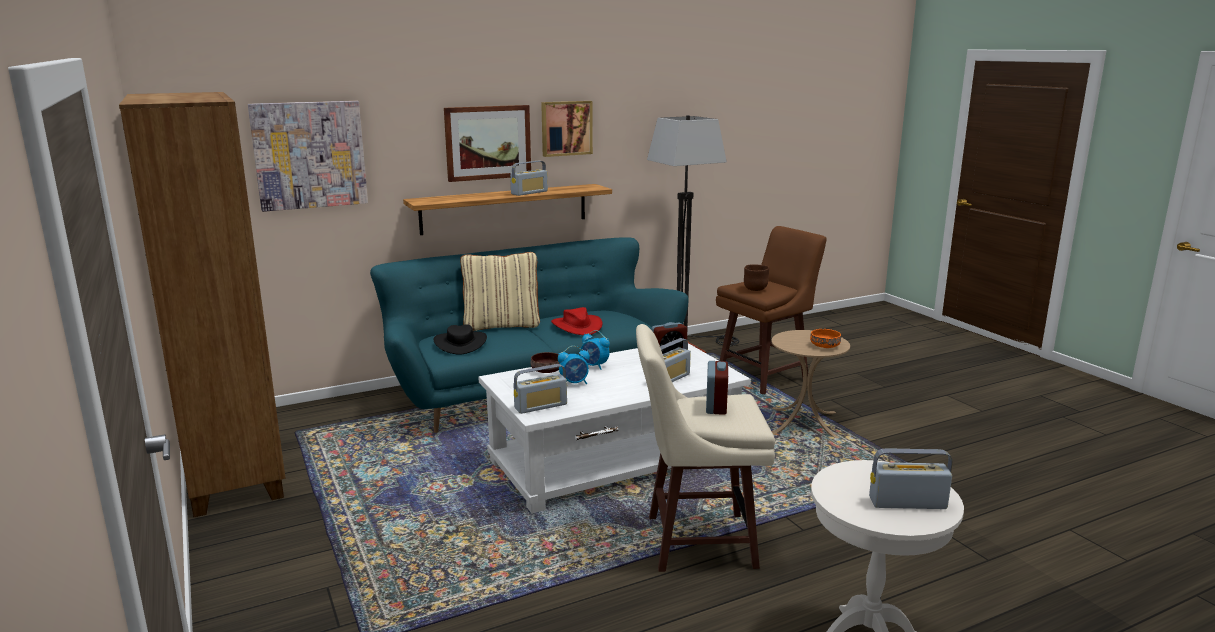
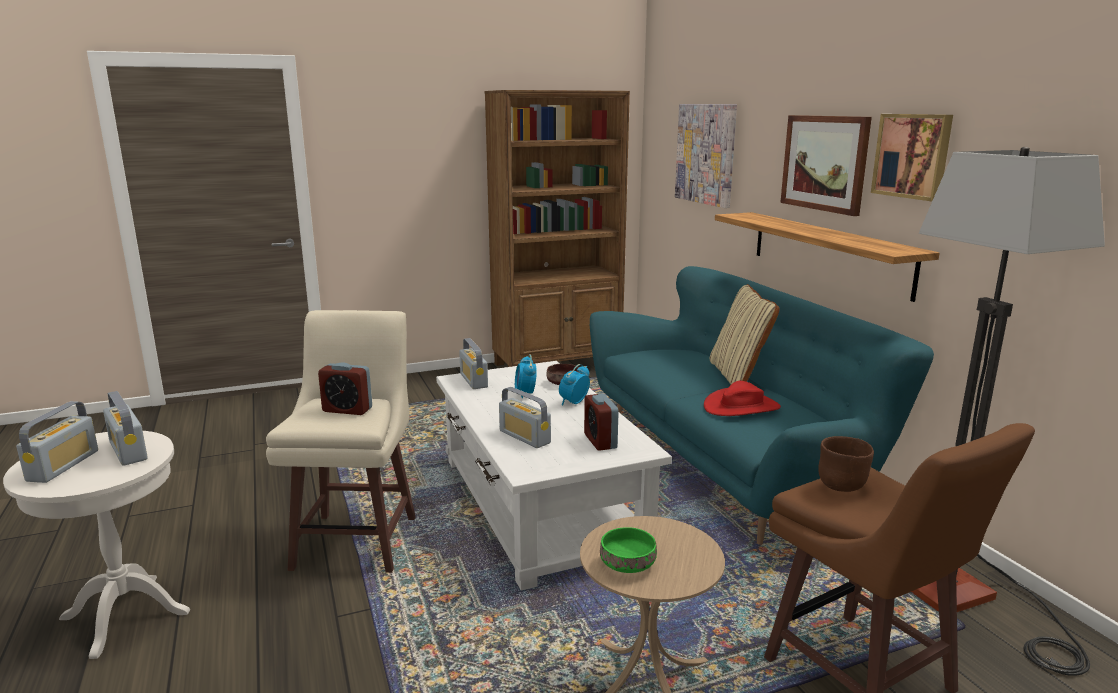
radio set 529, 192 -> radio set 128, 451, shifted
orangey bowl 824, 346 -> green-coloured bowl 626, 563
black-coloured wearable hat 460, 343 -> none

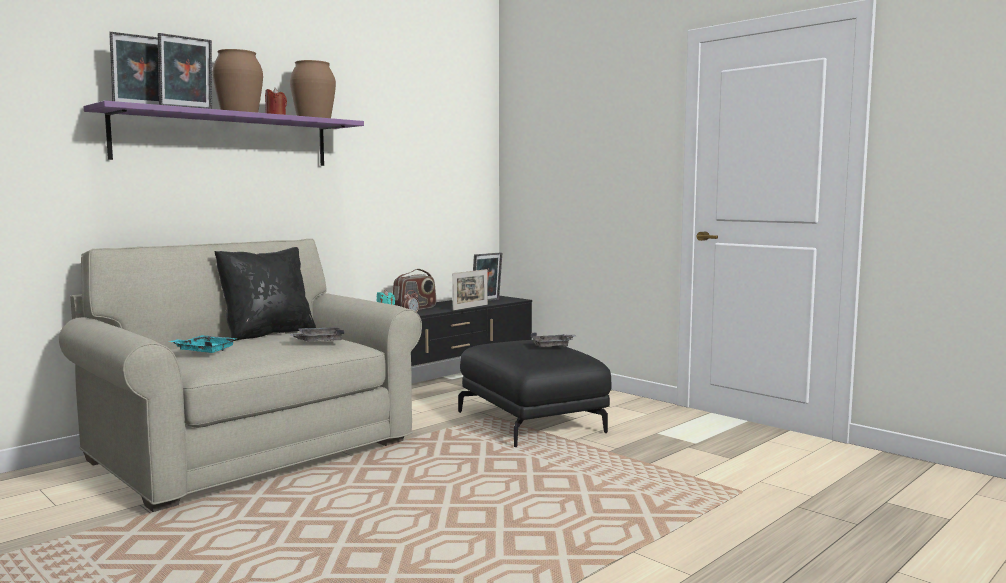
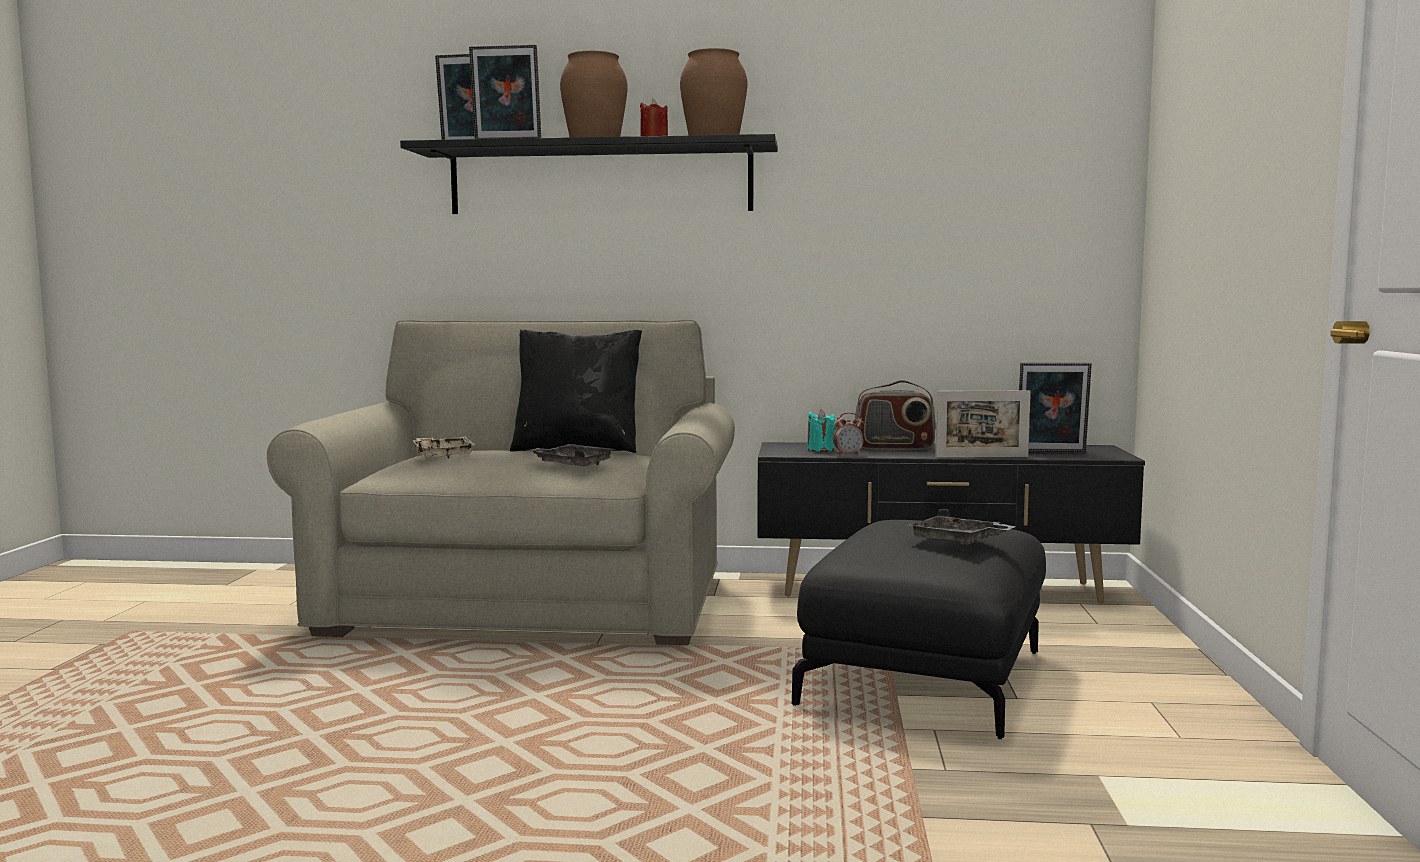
purple wall shelf 225, 139 -> black-coloured wall shelf 600, 180
turquoise-coloured serving tray 204, 351 -> sand-coloured serving tray 442, 456

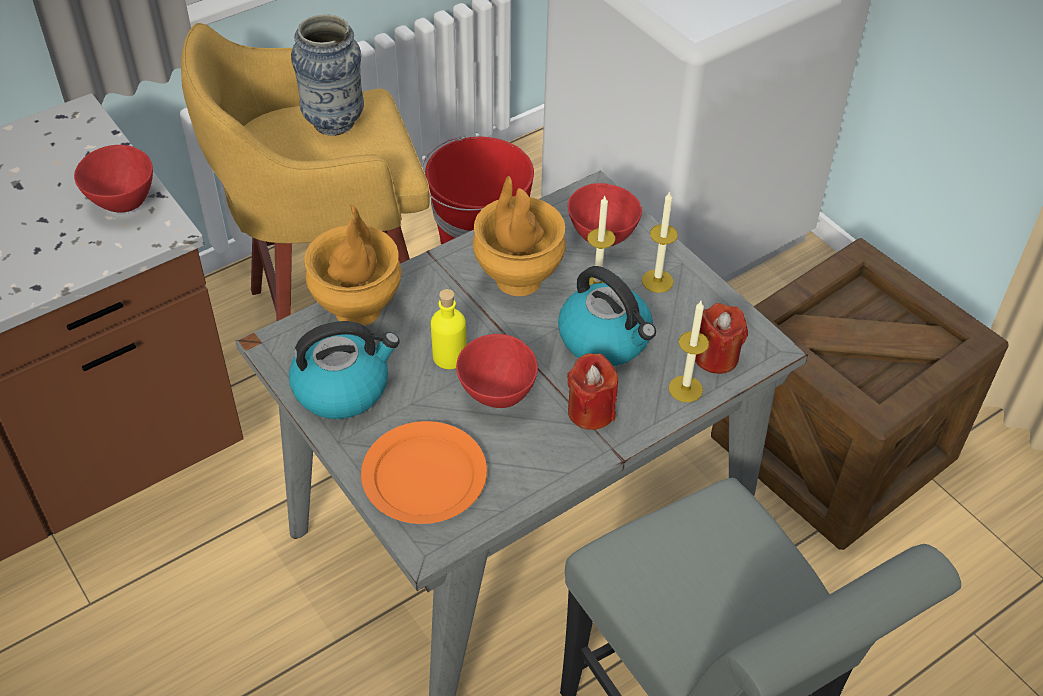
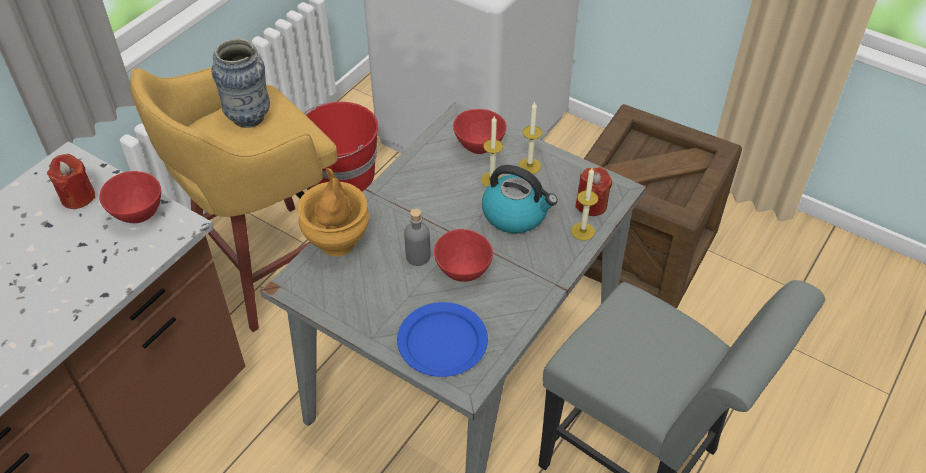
reddish wax light 591, 411 -> reddish wax light 78, 197, shifted
orangey flat dish 425, 475 -> blue flat dish 442, 341
yellow-coloured beverage bottle 449, 356 -> grey beverage bottle 418, 256
water kettle 343, 388 -> none
brownish vase 517, 279 -> none

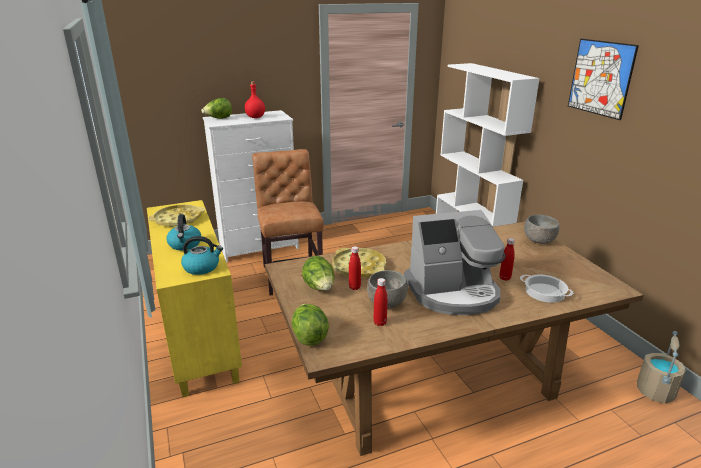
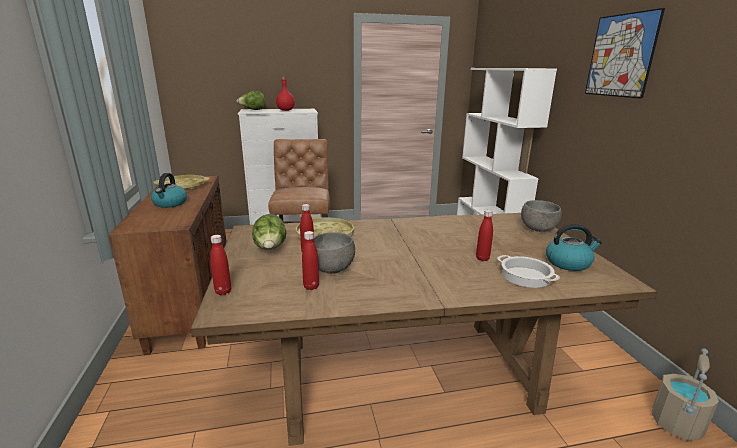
yellow-coloured cabinet 198, 336 -> brownish cabinet 191, 301
head of lettuce 309, 336 -> reddish beverage bottle 223, 291
water kettle 202, 267 -> water kettle 568, 263, shifted
coffee machine 453, 292 -> none

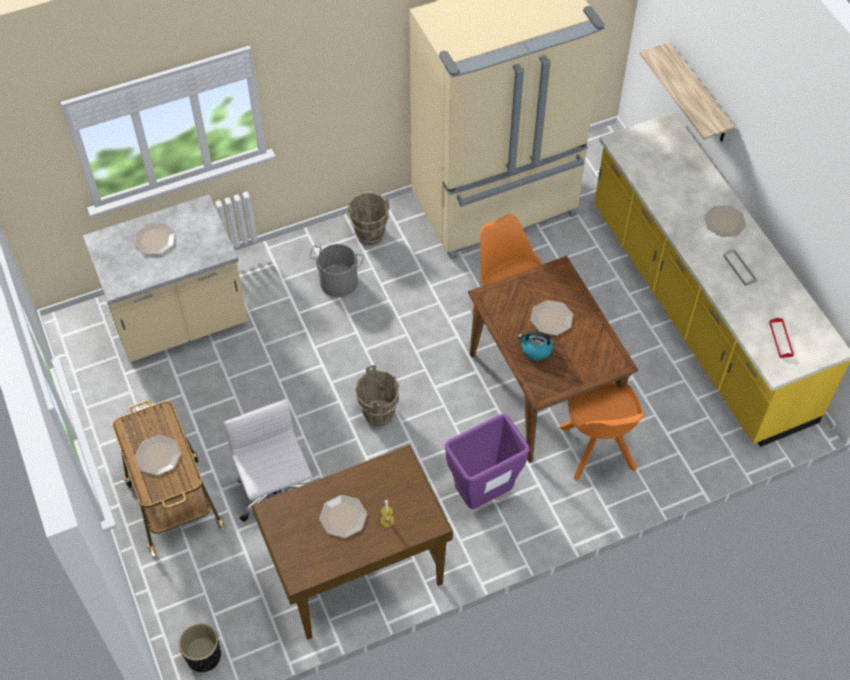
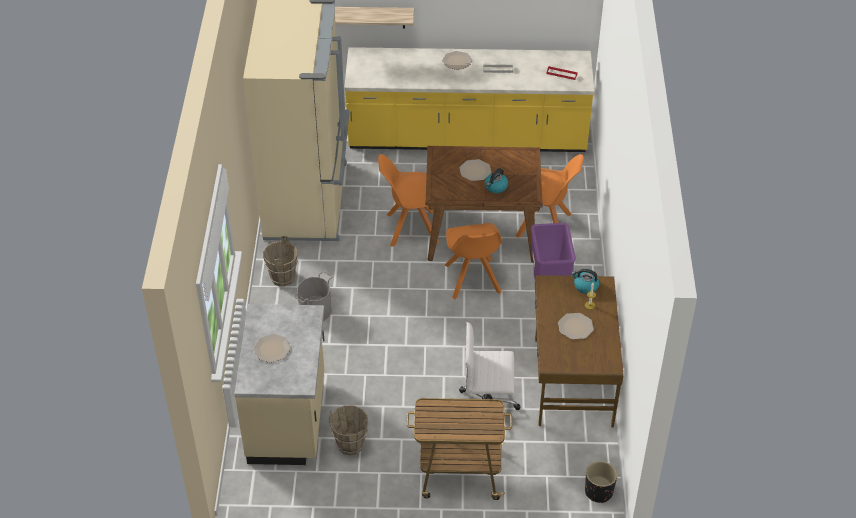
brownish bucket 379, 413 -> brownish bucket 350, 444, shifted
none -> orangey upright chair 472, 280
none -> water kettle 585, 286
flat dish 158, 455 -> none

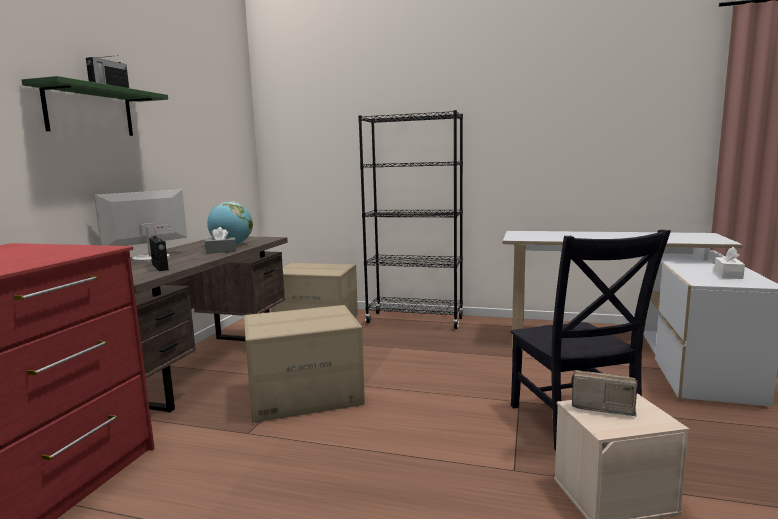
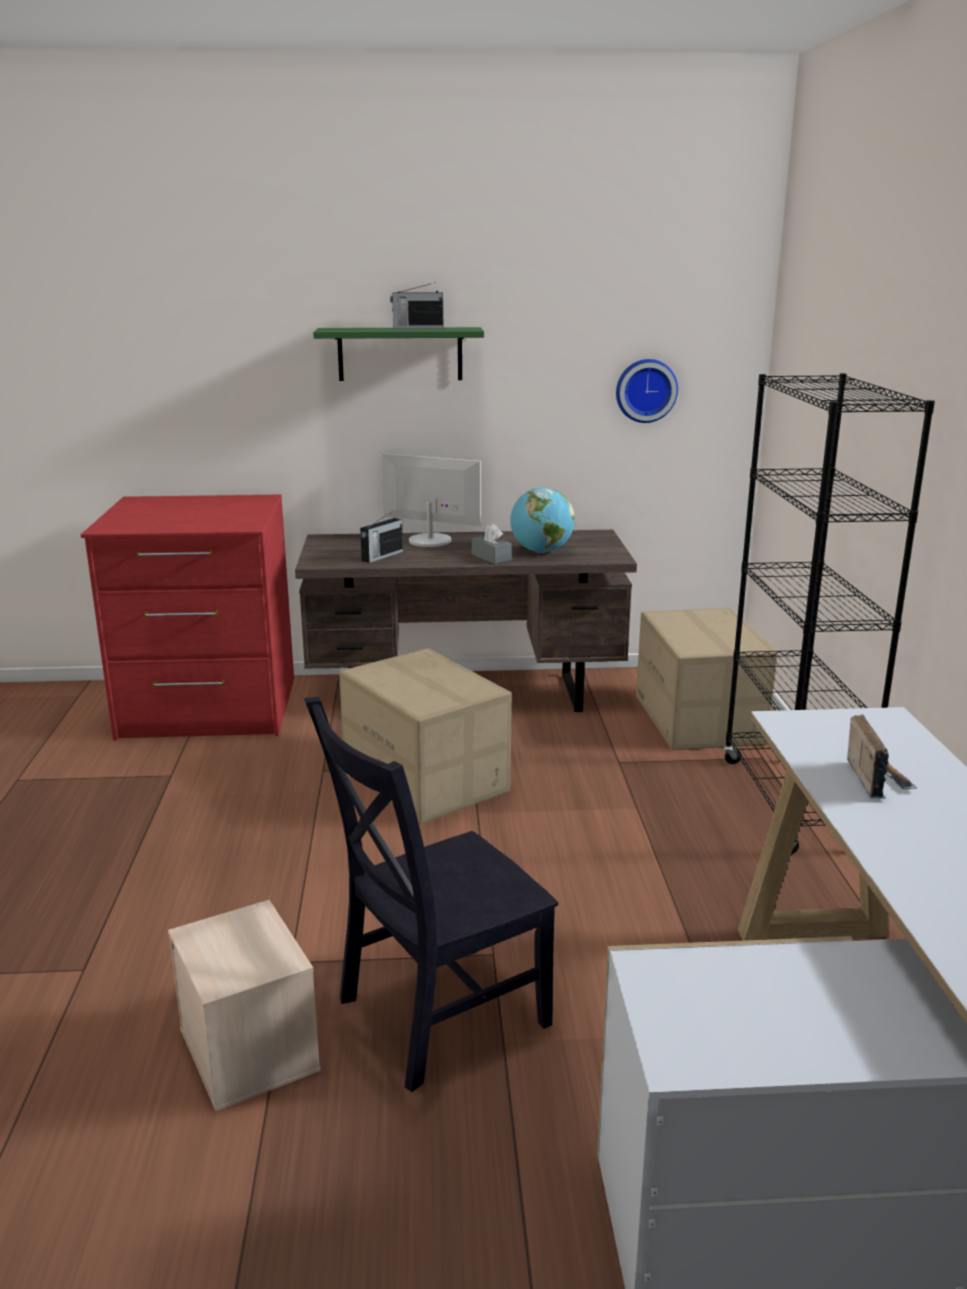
none -> clock on the wall 645, 390
radio set 600, 406 -> radio set 876, 779, shifted
whitish tissue box 728, 274 -> none

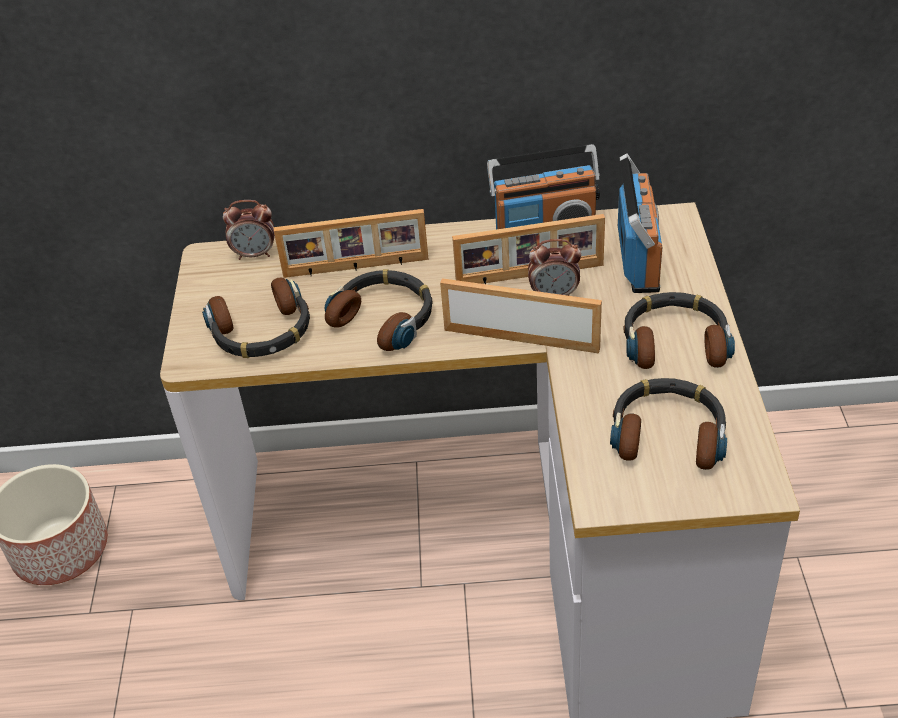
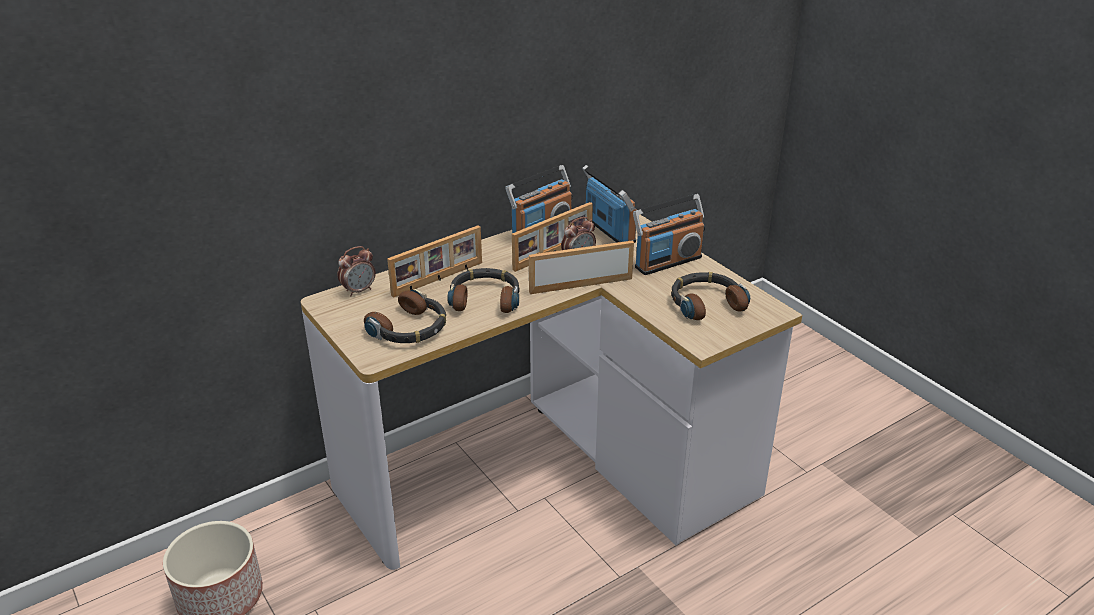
headset 675, 341 -> radio set 667, 262

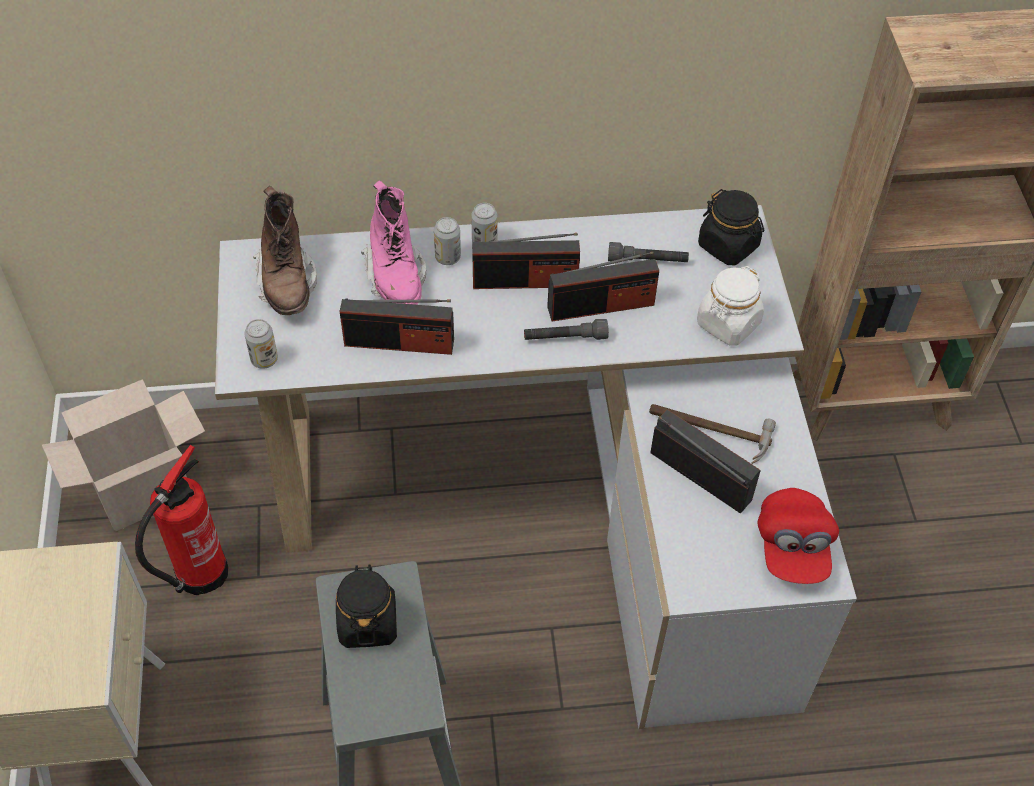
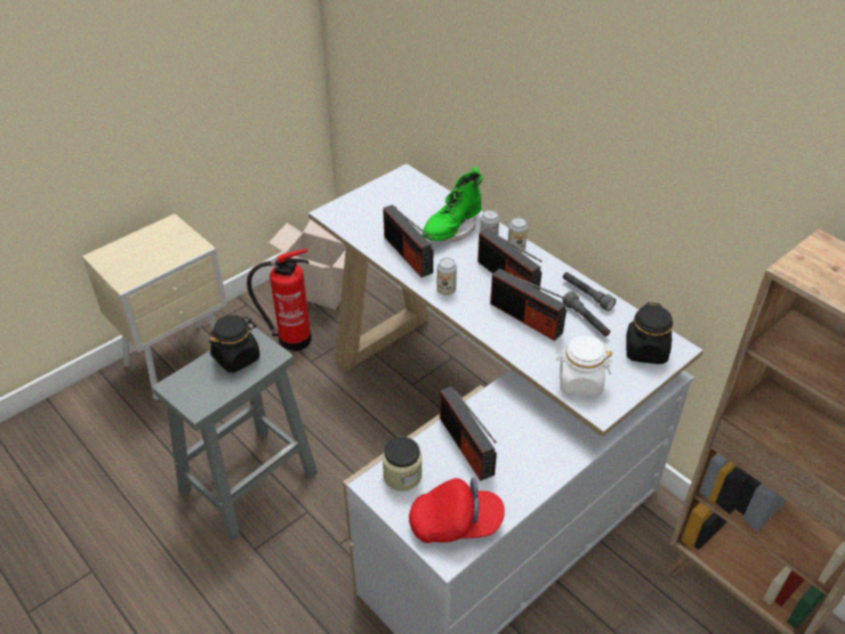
none -> jar 402, 475
reddish peaked cap 792, 547 -> reddish peaked cap 455, 524, 150 degrees counterclockwise
pinkish tall boot 396, 277 -> green-coloured tall boot 452, 230
metal can 264, 359 -> metal can 446, 290, shifted
radio set 700, 476 -> radio set 466, 446, 150 degrees clockwise
grey torch 565, 338 -> grey torch 586, 295, shifted
brownish tall boot 287, 283 -> none
tool hammer 709, 430 -> none

